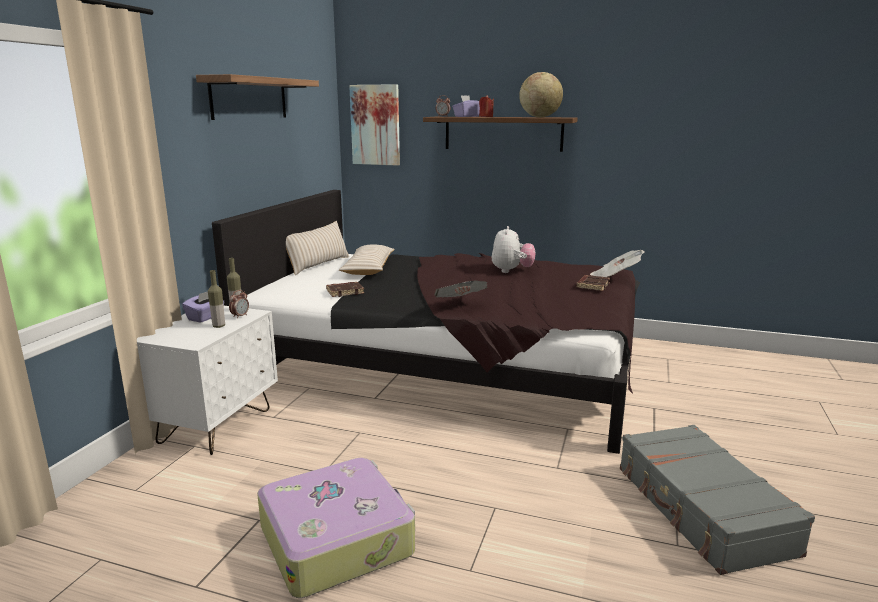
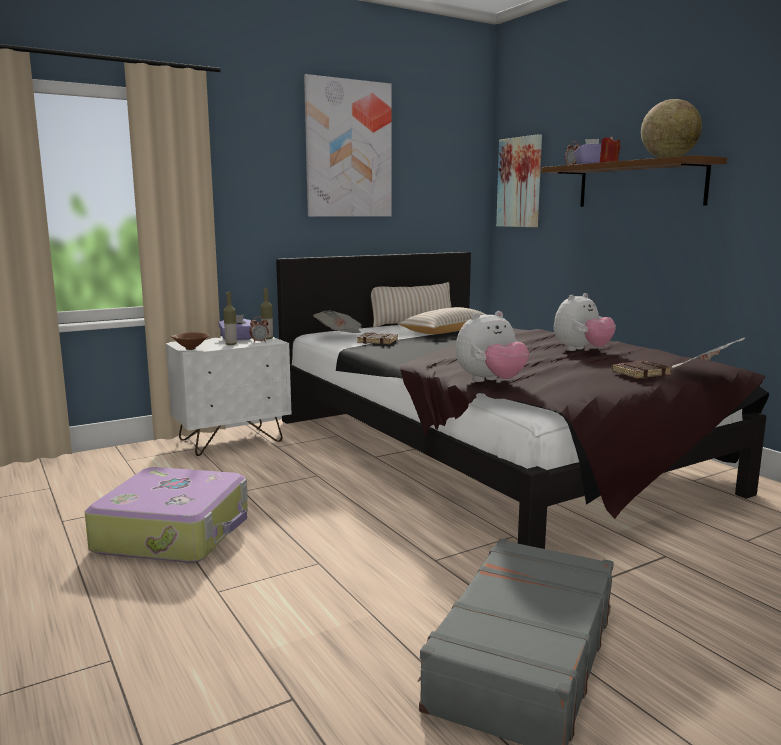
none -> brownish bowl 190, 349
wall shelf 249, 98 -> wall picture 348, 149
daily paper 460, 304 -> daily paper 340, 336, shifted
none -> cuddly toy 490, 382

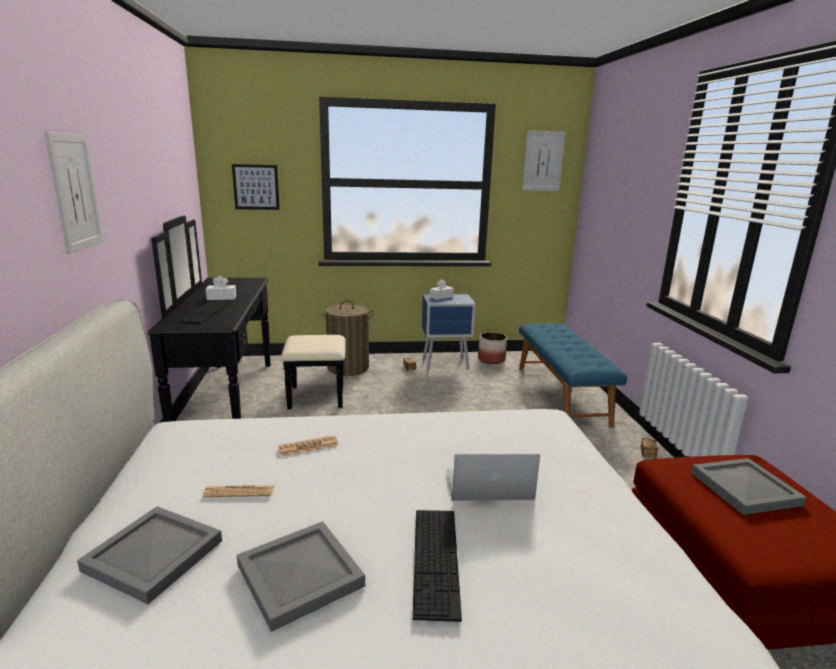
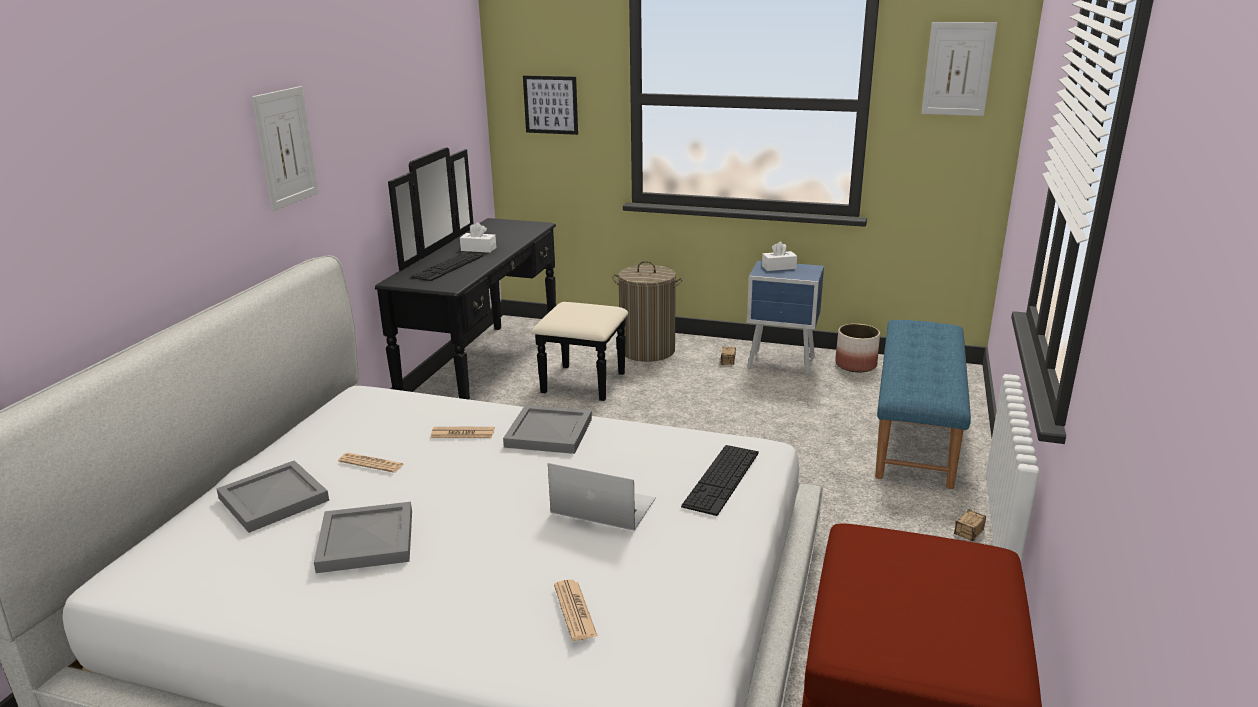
grey serving tray 743, 488 -> grey serving tray 548, 432, shifted
none -> daily paper 575, 610
keyboard 435, 559 -> keyboard 721, 479, shifted

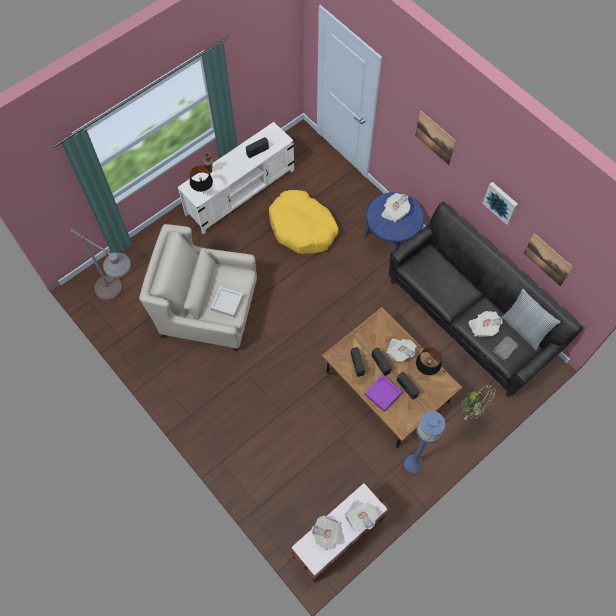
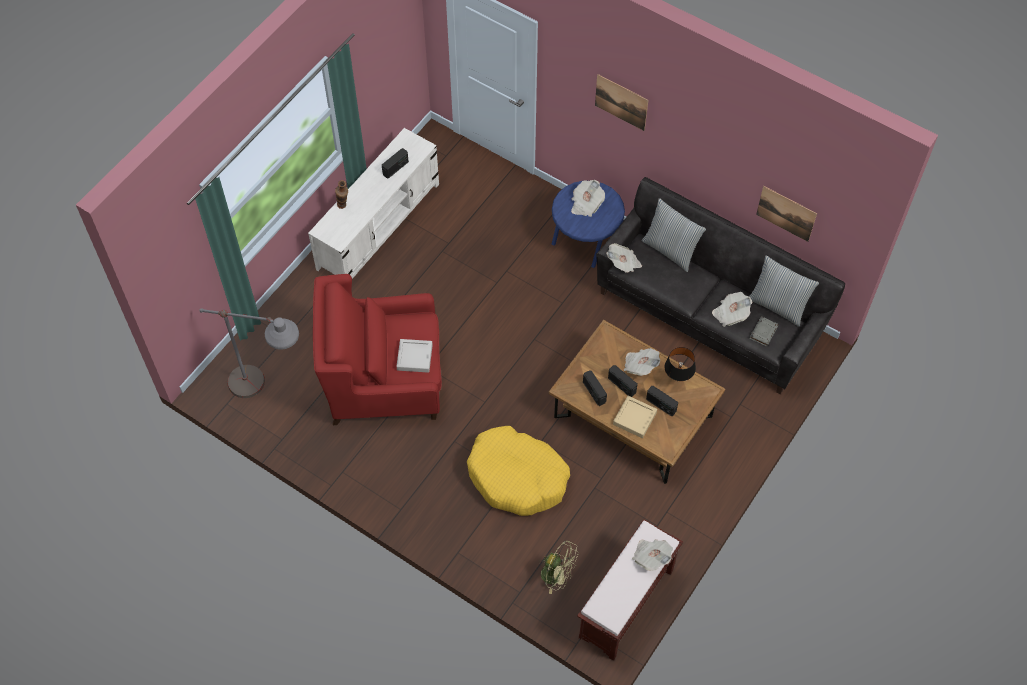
whitish easy chair 208, 310 -> reddish easy chair 384, 379
yellow-coloured dog cushion 302, 228 -> yellow-coloured dog cushion 517, 477, shifted
green-coloured cooling fan 473, 407 -> green-coloured cooling fan 557, 575, shifted
daily paper 328, 535 -> daily paper 623, 263, shifted
purple serving tray 382, 394 -> sand-coloured serving tray 634, 418
none -> pillow 670, 250
black-coloured lamp for a table 204, 193 -> none
blue standing lamp 413, 464 -> none
wall picture 501, 202 -> none

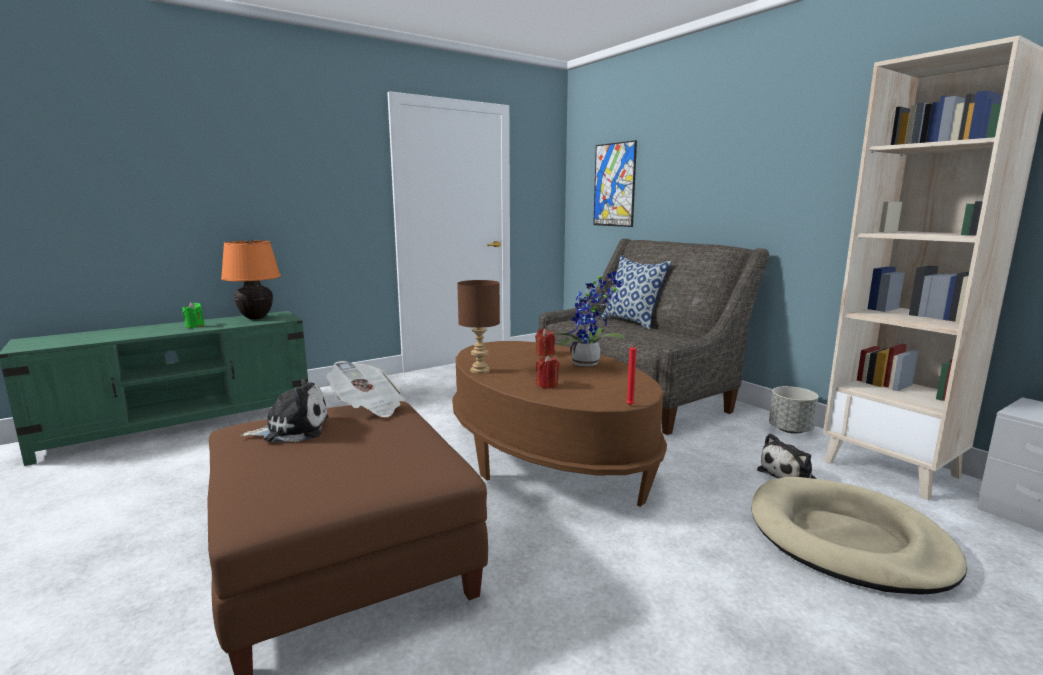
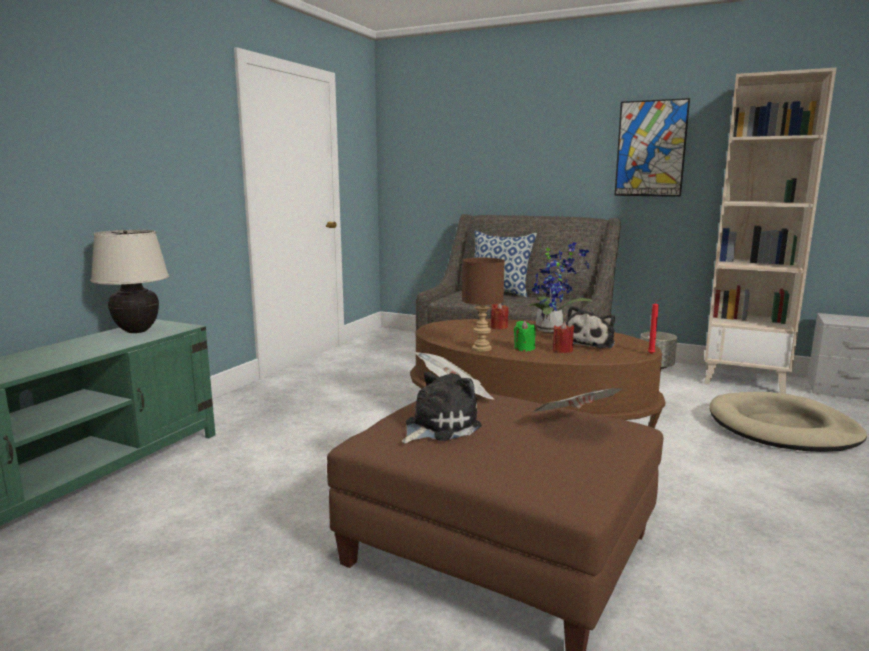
orangey lamp for a table 255, 318 -> sand-coloured lamp for a table 136, 331
green-coloured wax light 195, 326 -> green-coloured wax light 524, 348, shifted
none -> daily paper 574, 422
cuddly toy 789, 475 -> cuddly toy 591, 343, shifted
wall picture 614, 185 -> wall picture 650, 149, shifted

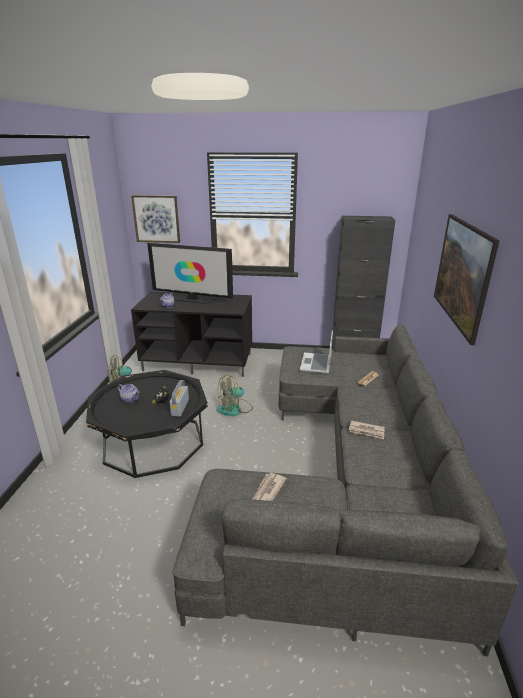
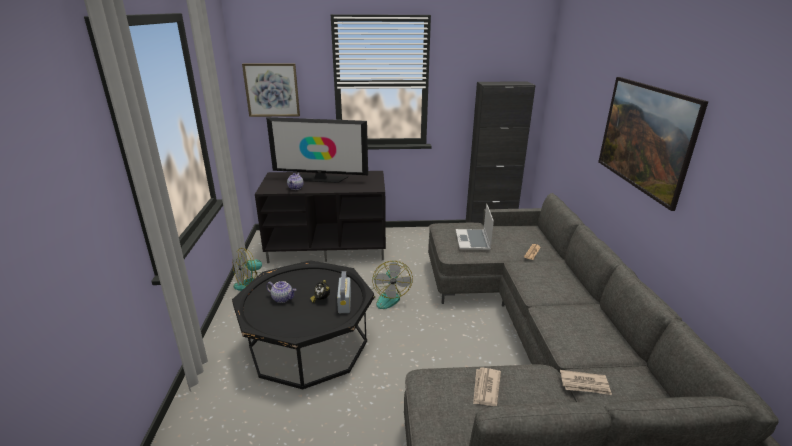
cooling fan 234, 409 -> cooling fan 387, 297, 60 degrees counterclockwise
daily paper 366, 431 -> daily paper 585, 384, shifted

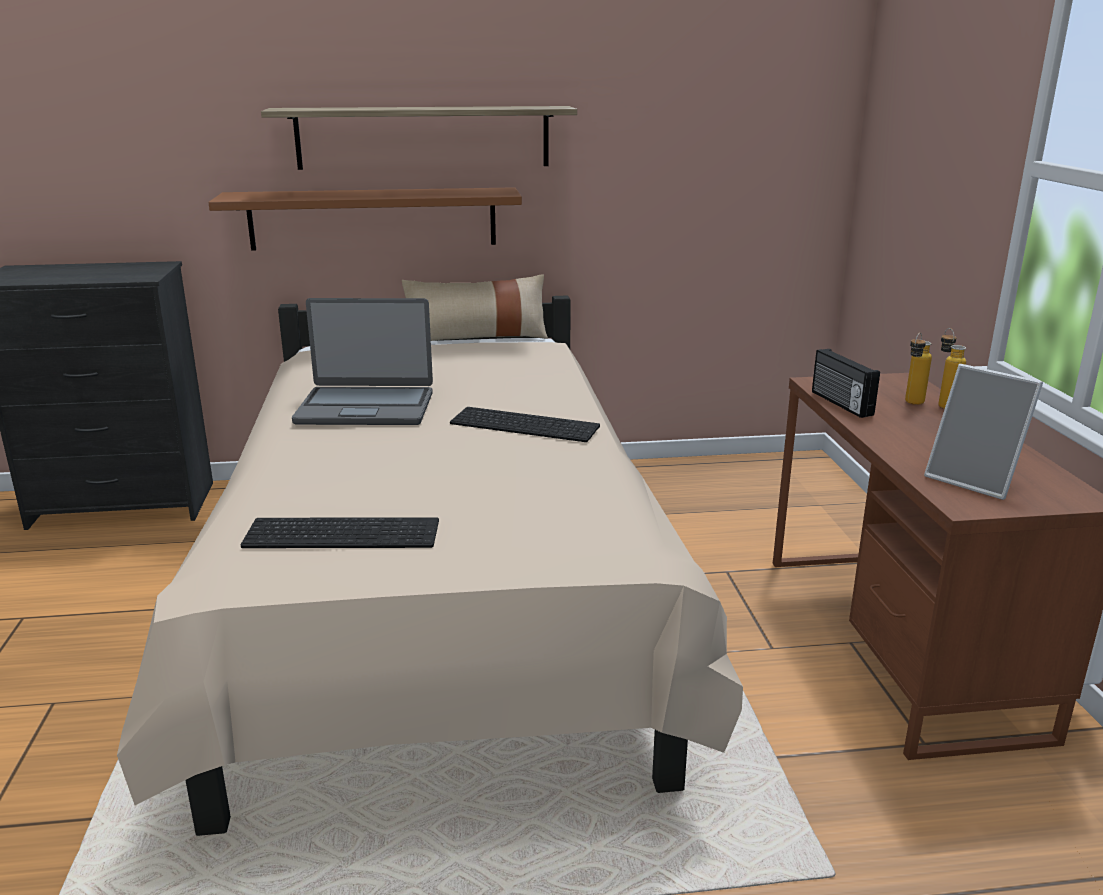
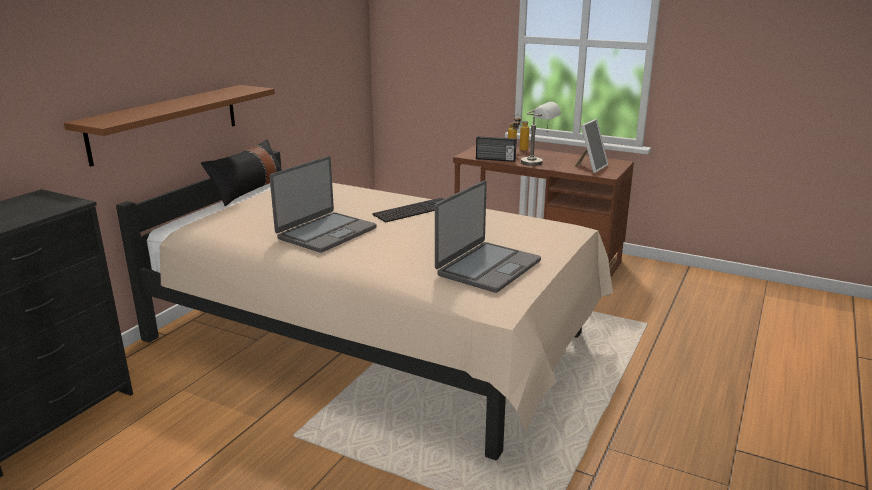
sand-coloured pillow 477, 337 -> black-coloured pillow 249, 190
keyboard 345, 532 -> laptop 487, 268
none -> grey lamp for a table 539, 163
photo frame 975, 480 -> photo frame 590, 167, 45 degrees counterclockwise
wall shelf 423, 137 -> none

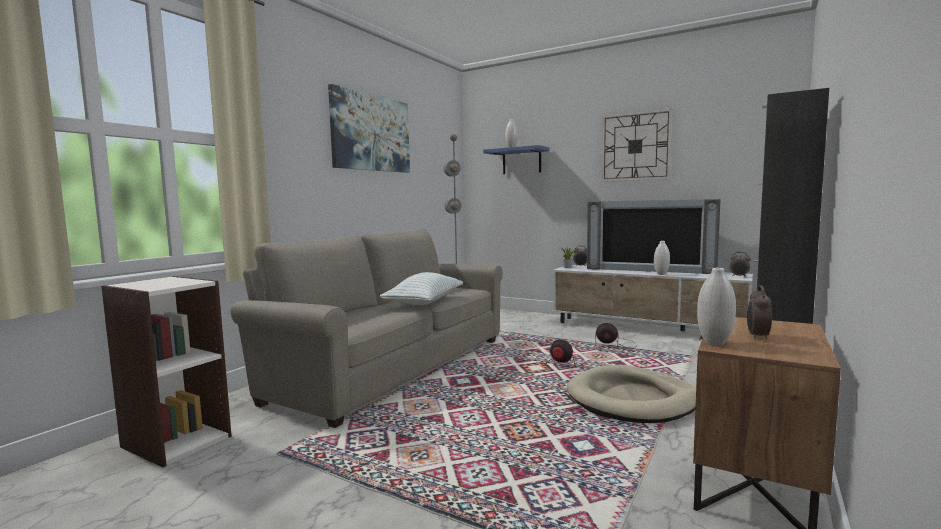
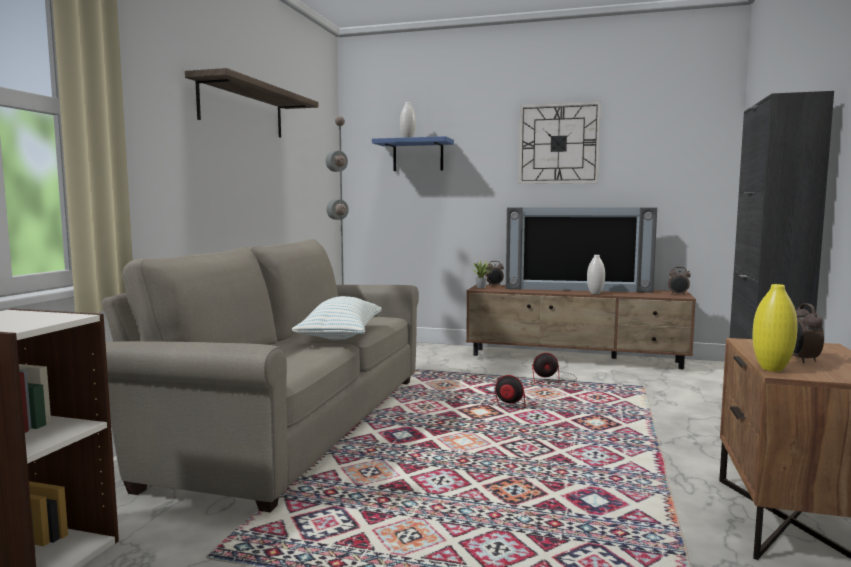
wall picture 371, 133 -> wall shelf 242, 109
whitish tv unit 647, 329 -> brownish tv unit 575, 358
whitish vase 714, 343 -> yellow-coloured vase 771, 369
sand-coloured dog cushion 632, 400 -> none

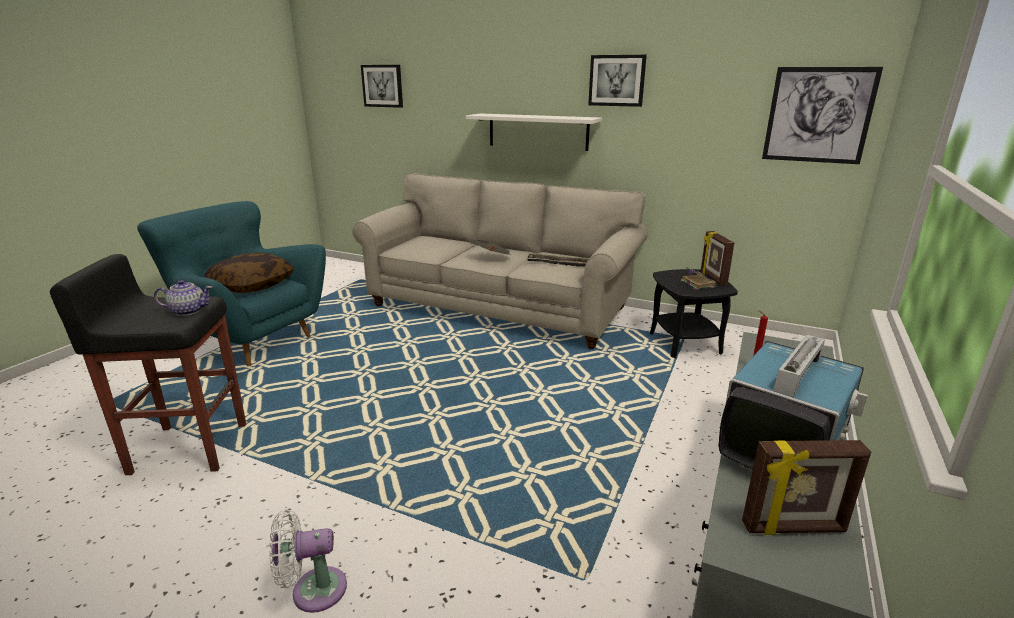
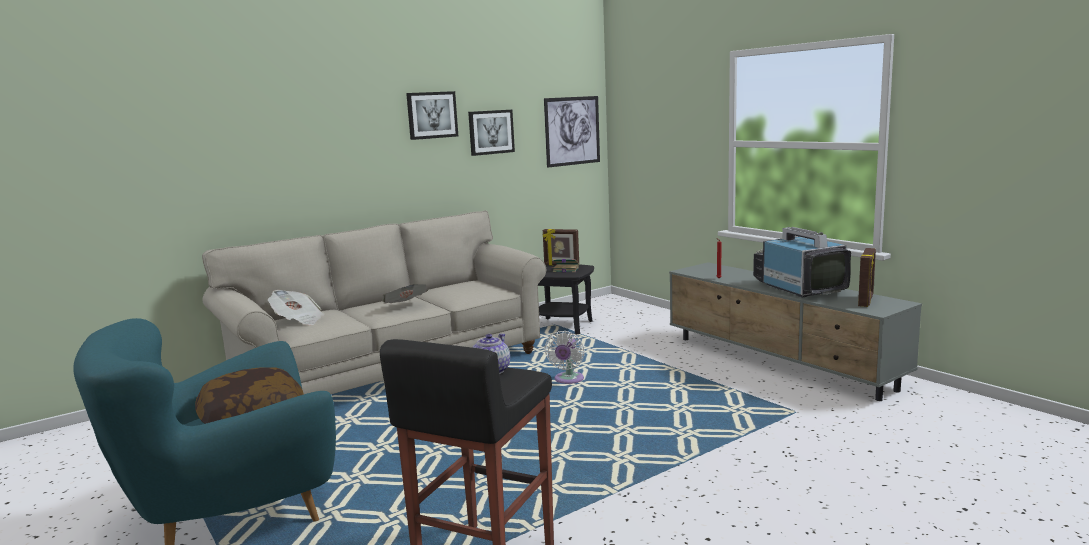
none -> daily paper 298, 321
wall picture 382, 86 -> wall picture 491, 132, shifted
whitish cooling fan 313, 590 -> whitish cooling fan 568, 380, shifted
whitish wall shelf 538, 131 -> none
serving tray 558, 263 -> none

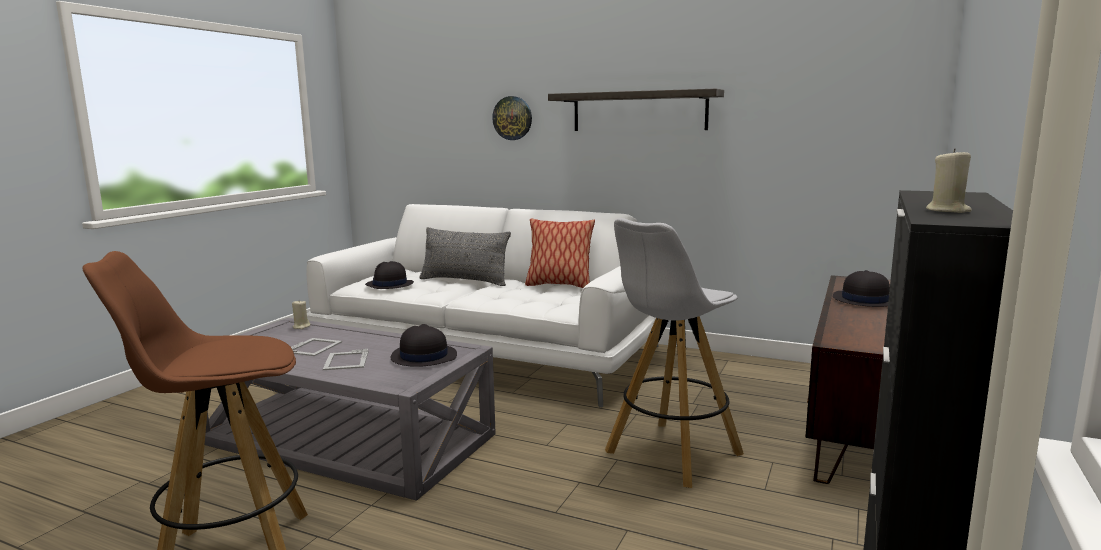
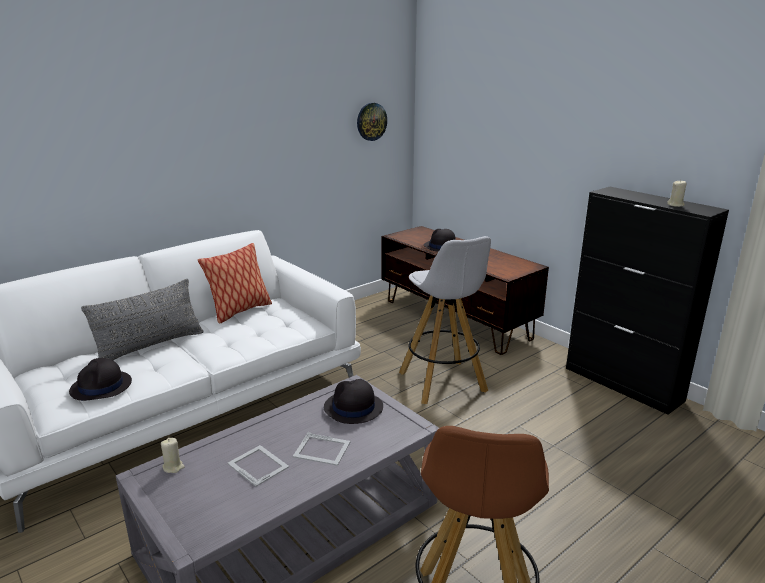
clock on the wall 512, 118 -> clock on the wall 371, 121, shifted
wall shelf 639, 111 -> none

